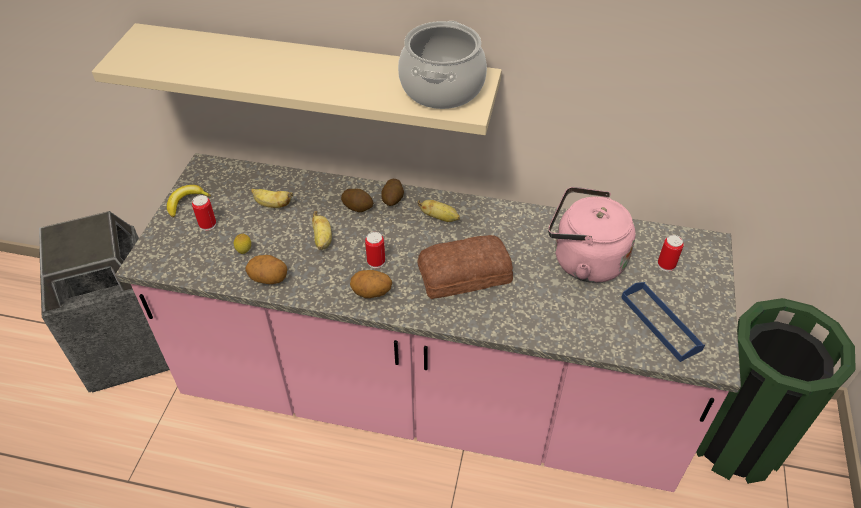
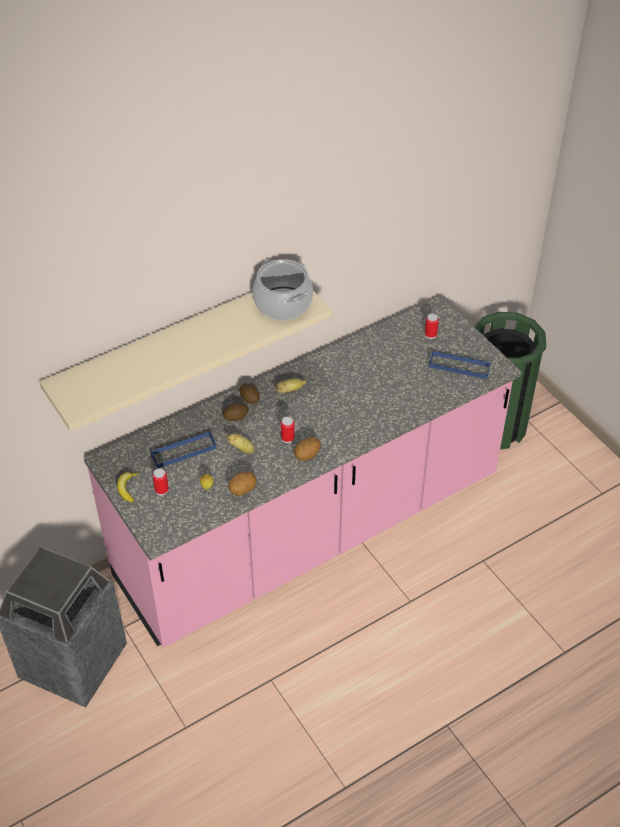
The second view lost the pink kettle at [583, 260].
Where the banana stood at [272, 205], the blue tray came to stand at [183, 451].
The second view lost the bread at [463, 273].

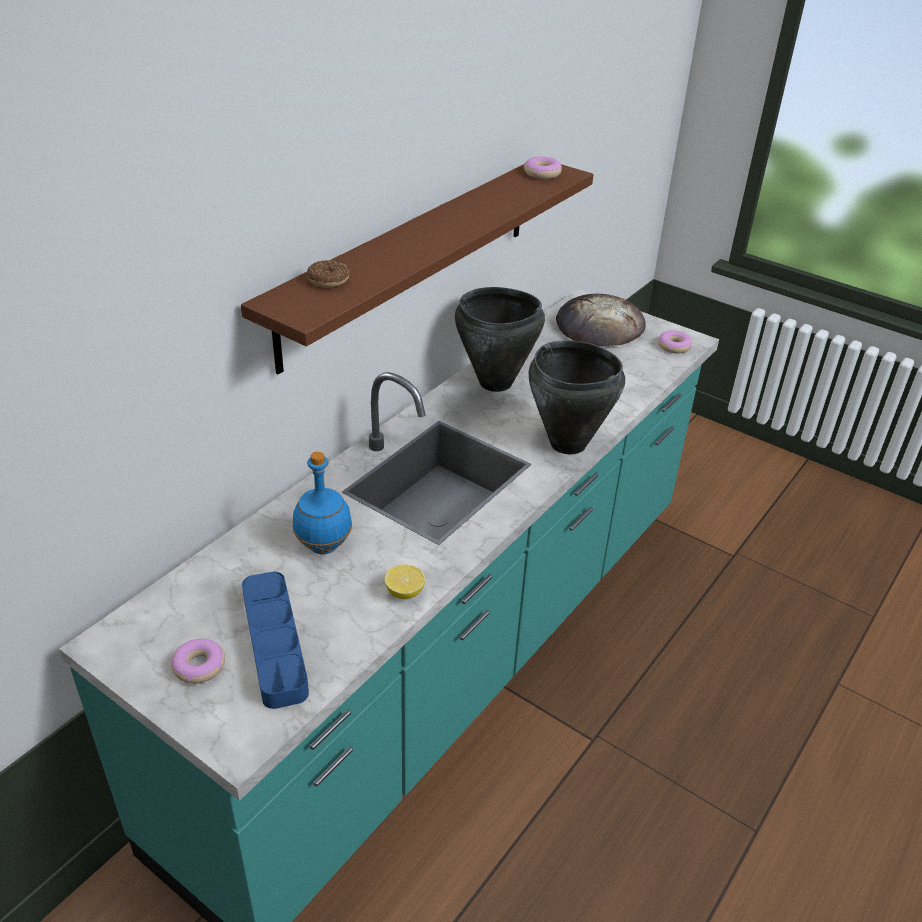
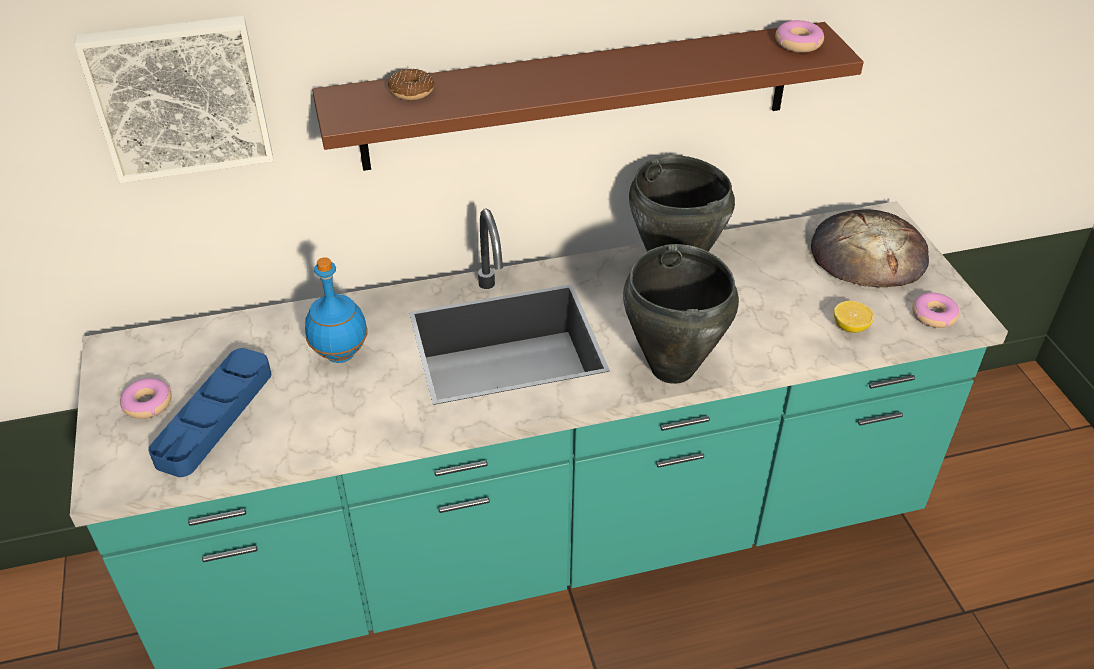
The lemon ended up elsewhere, having gone from [405, 592] to [850, 327].
The second view gained the picture at [179, 96].

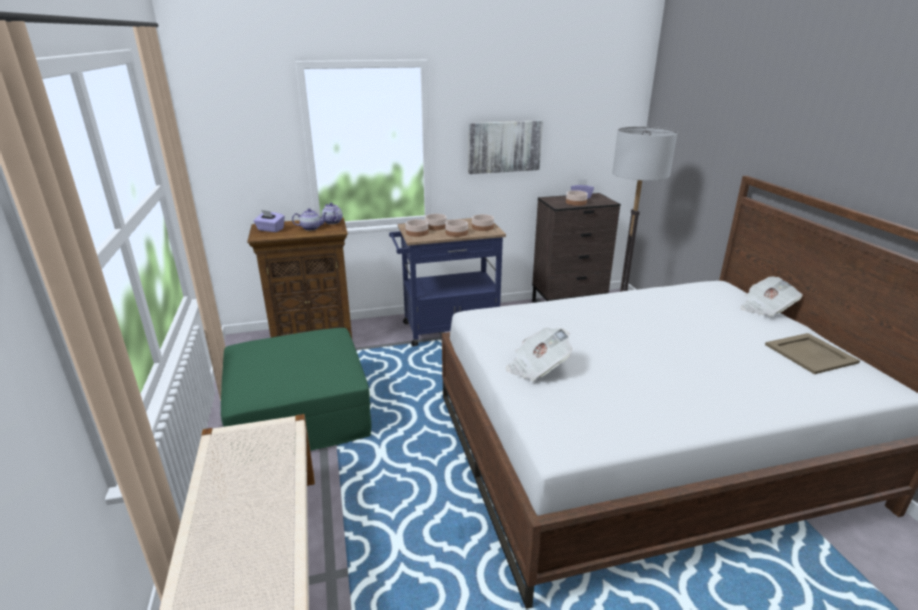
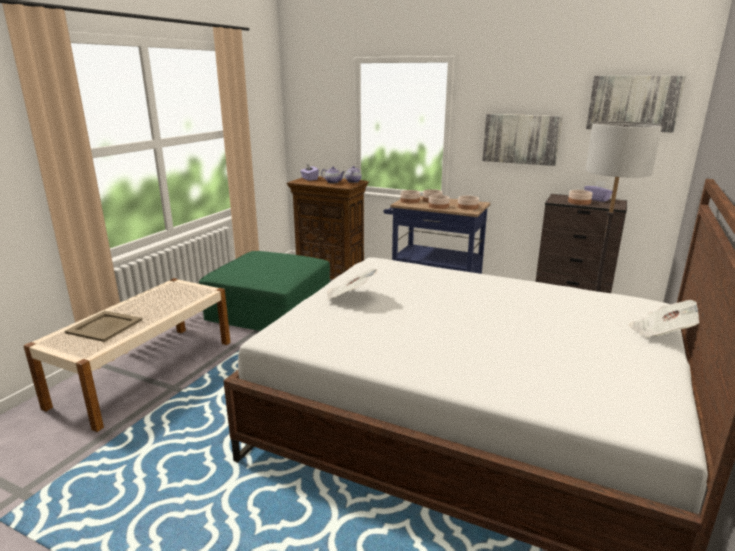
The beige tray ended up elsewhere, having gone from [811, 353] to [104, 326].
The second view gained the picture at [633, 103].

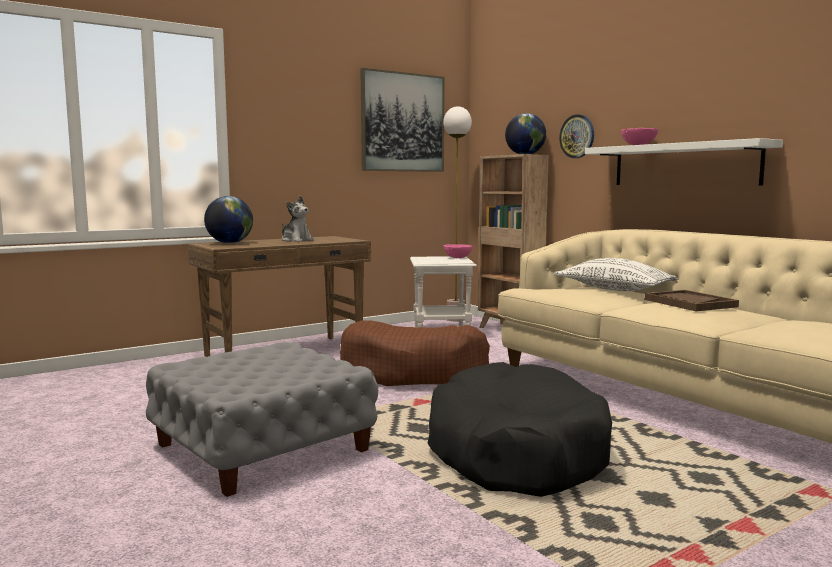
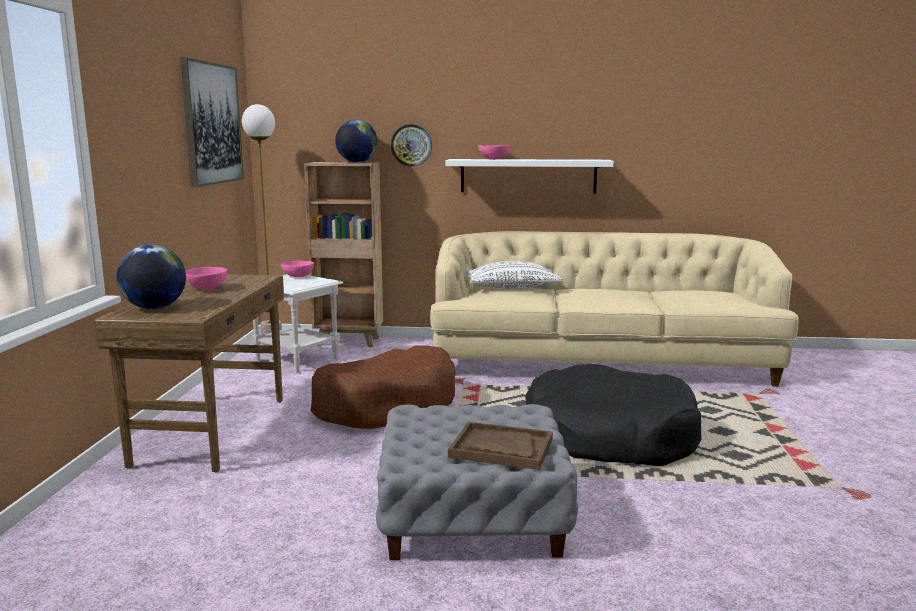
Where the plush toy stood at [296, 240], the pink bowl came to stand at [207, 289].
The brown tray ended up elsewhere, having gone from [689, 303] to [501, 448].

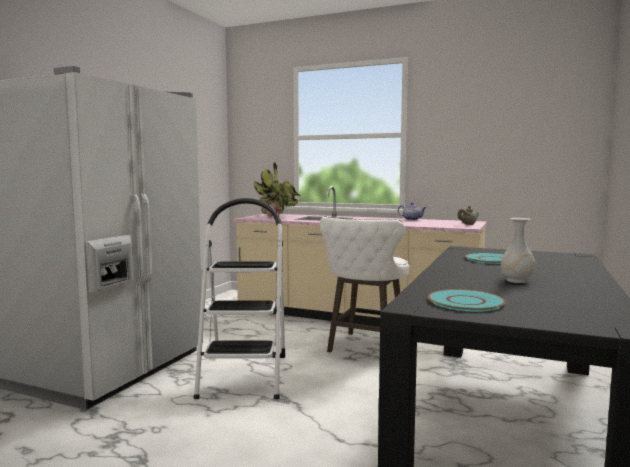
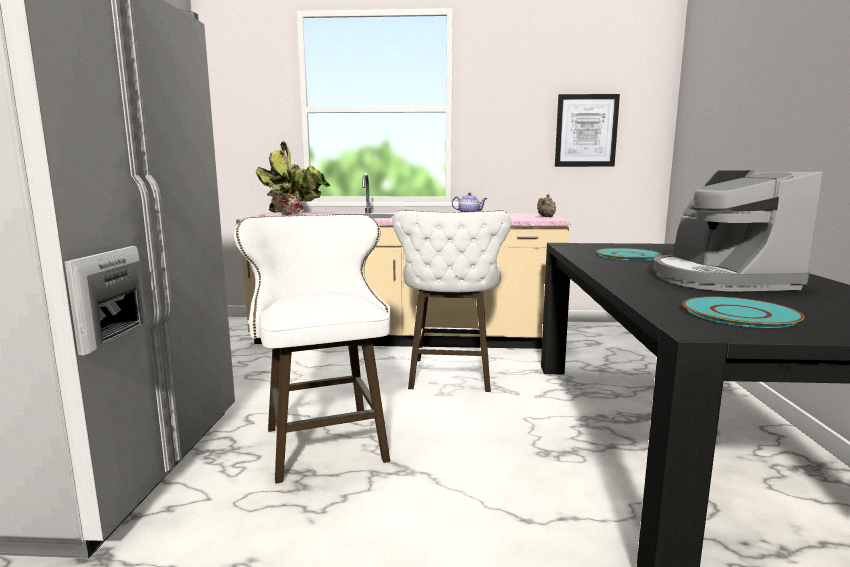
Where the step ladder stood at [246, 375], the white stool came to stand at [324, 441].
Where the white vase stood at [517, 281], the coffee machine came to stand at [718, 279].
The second view gained the picture at [586, 131].

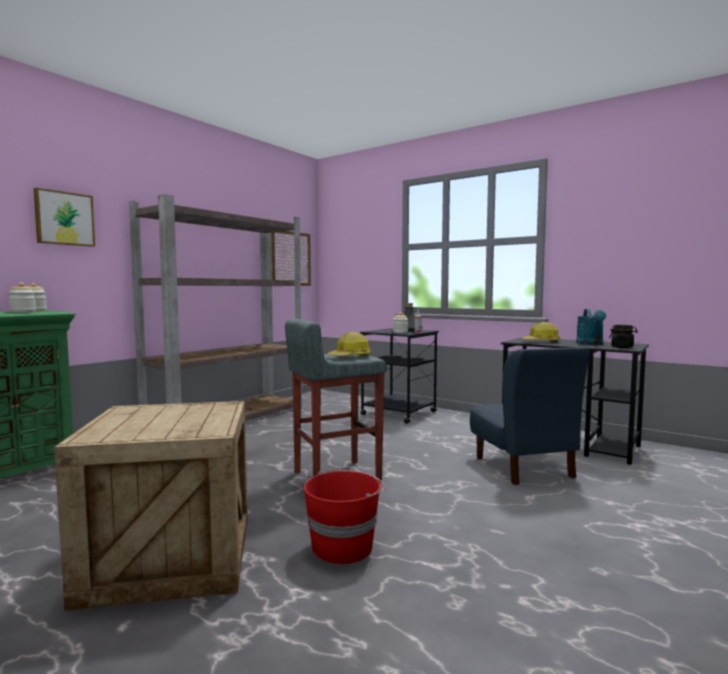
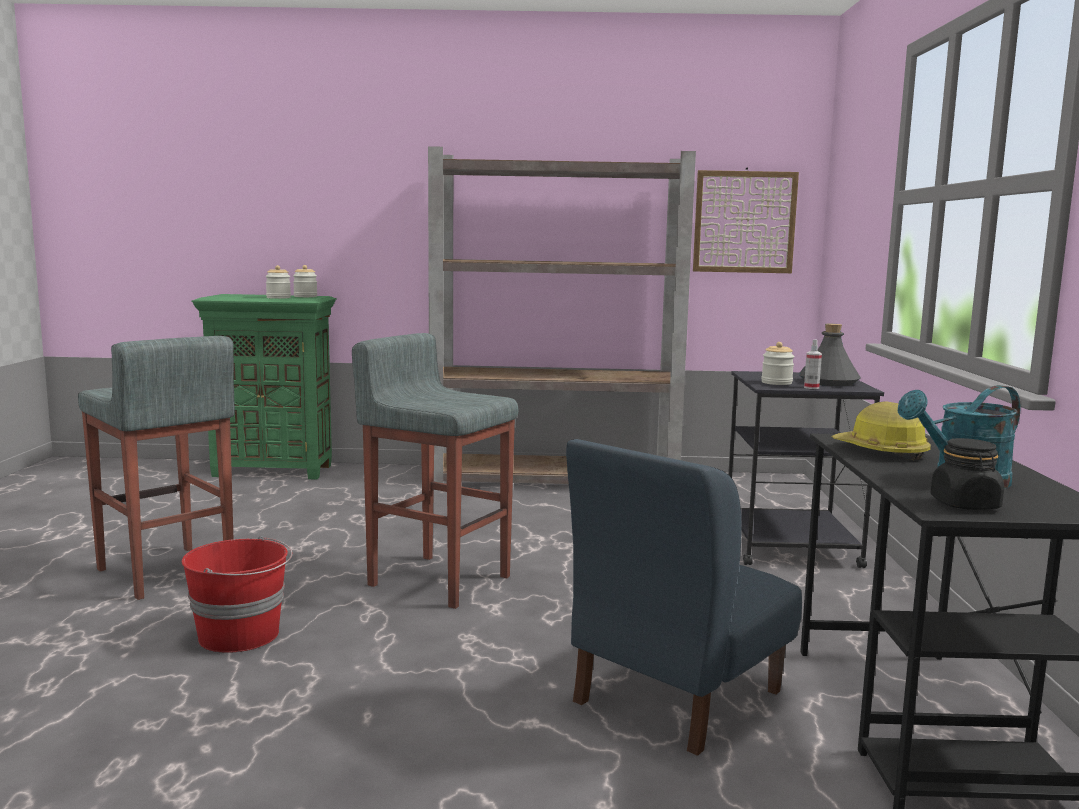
The second view lost the picture at [64, 218].
The second view lost the hard hat at [350, 357].
Where the crate stood at [171, 557], the grey stool came to stand at [164, 573].

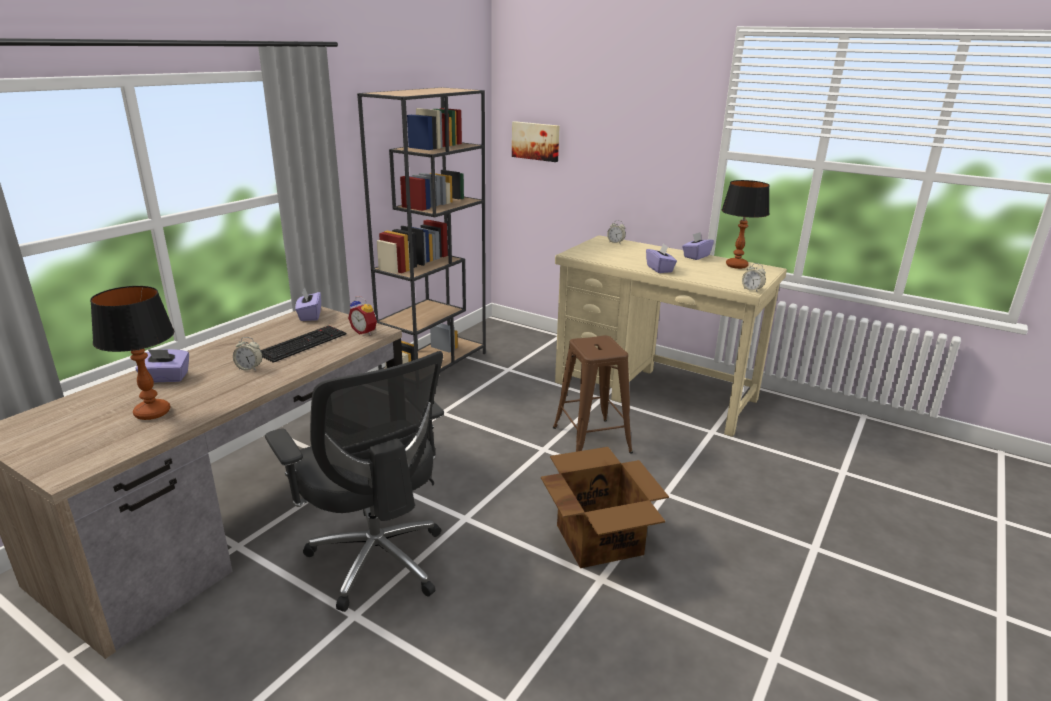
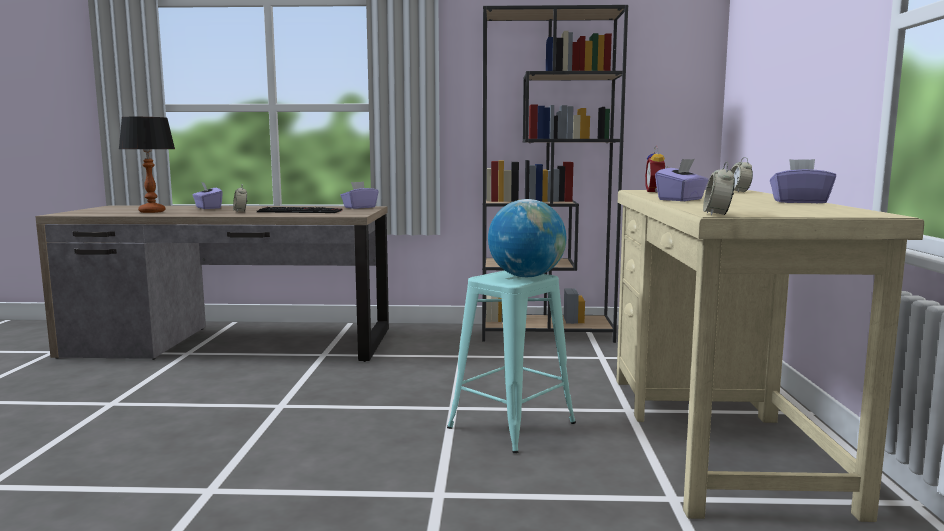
The second view lost the picture at [536, 141].
The second view lost the table lamp at [736, 266].
The alarm clock ended up elsewhere, having gone from [365, 332] to [656, 191].
What was the brown stool at [591, 440] turned into the turquoise stool at [512, 425].
The second view lost the office chair at [375, 557].
The second view lost the cardboard box at [599, 538].
The second view gained the globe at [526, 276].

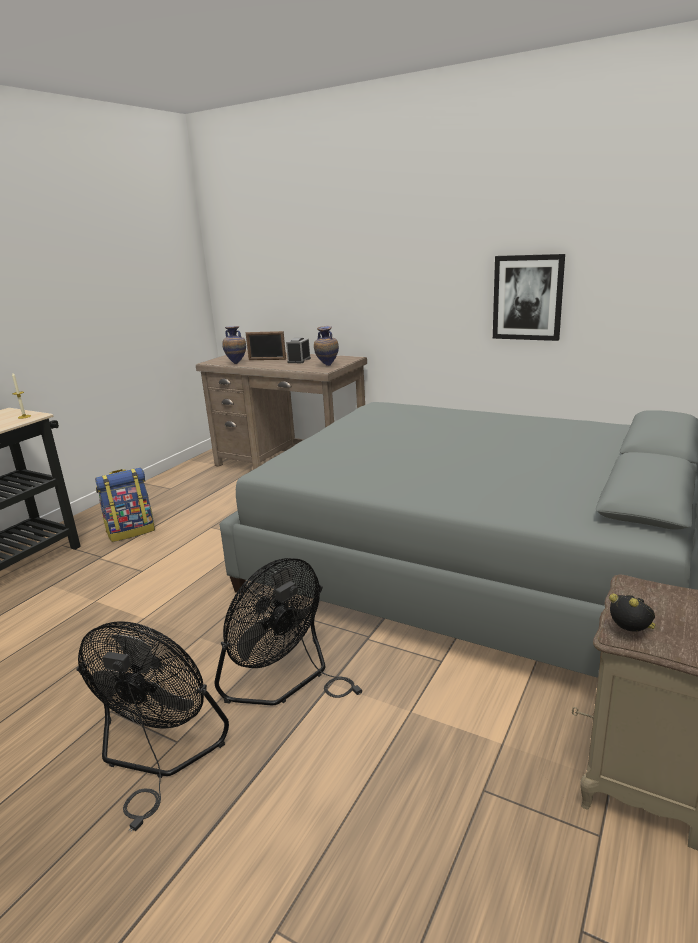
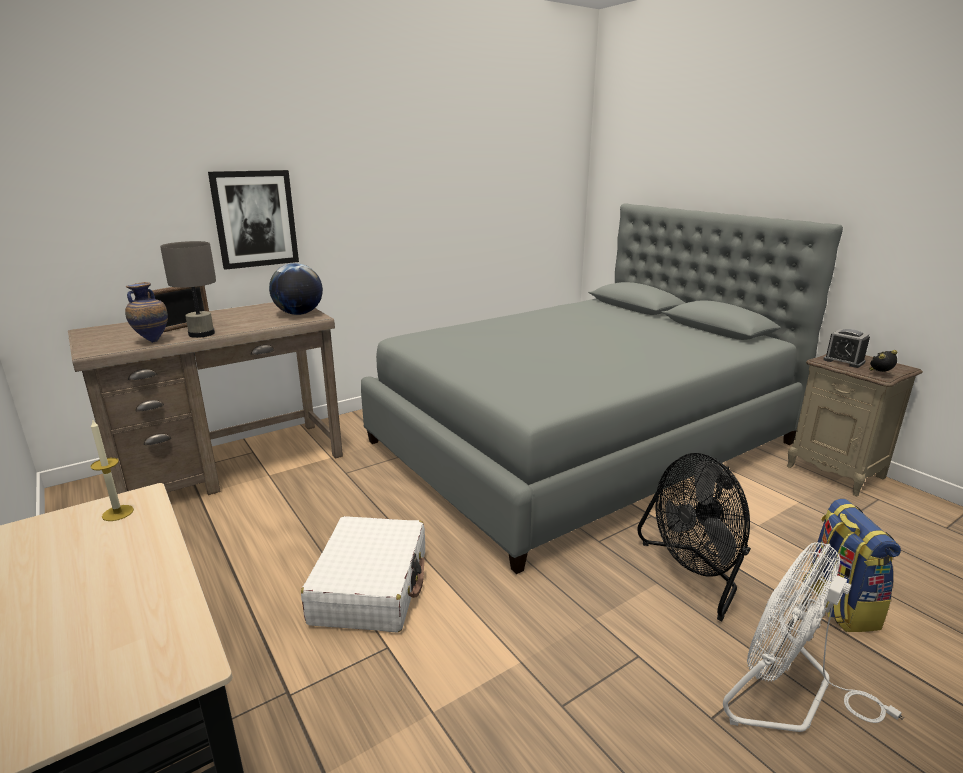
The picture ended up elsewhere, having gone from [527, 297] to [255, 219].
Where the vase stood at [327, 366], the globe came to stand at [299, 313].
The alarm clock ended up elsewhere, having gone from [299, 360] to [843, 361].
The backpack ended up elsewhere, having gone from [131, 531] to [837, 605].
What was the black fan at [152, 755] turned into the white fan at [794, 689].
The second view gained the grey table lamp at [202, 334].
The second view gained the white suitcase at [371, 587].

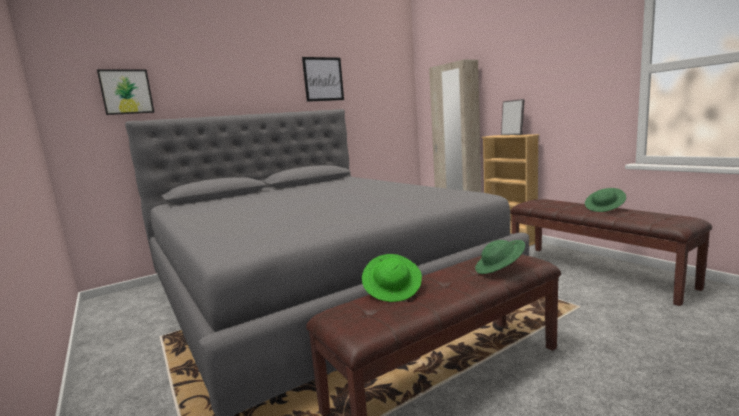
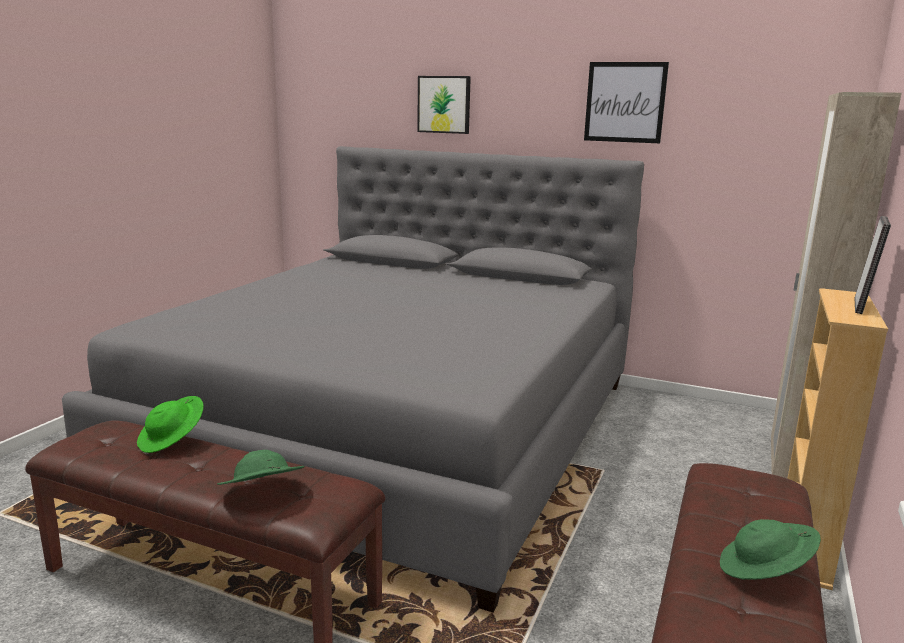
The picture ended up elsewhere, having gone from [126, 92] to [444, 104].

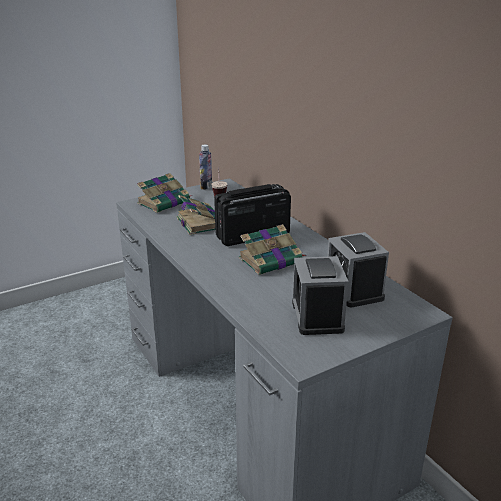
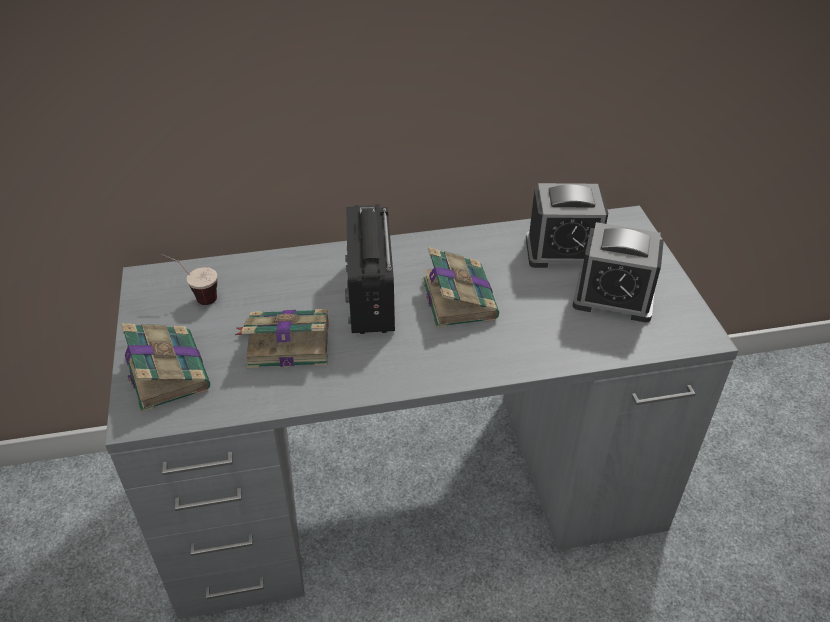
The second view lost the bottle at [206, 187].

